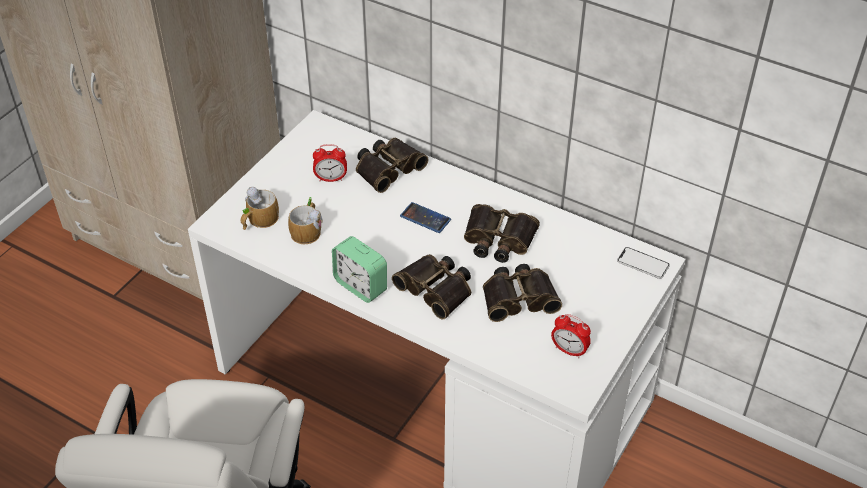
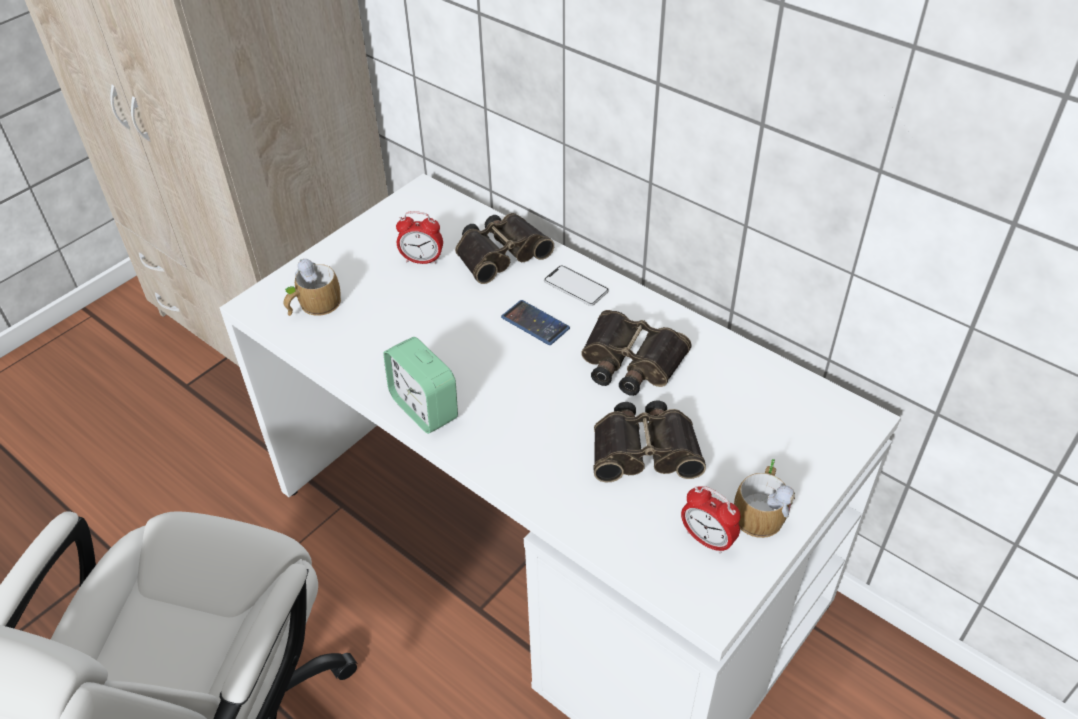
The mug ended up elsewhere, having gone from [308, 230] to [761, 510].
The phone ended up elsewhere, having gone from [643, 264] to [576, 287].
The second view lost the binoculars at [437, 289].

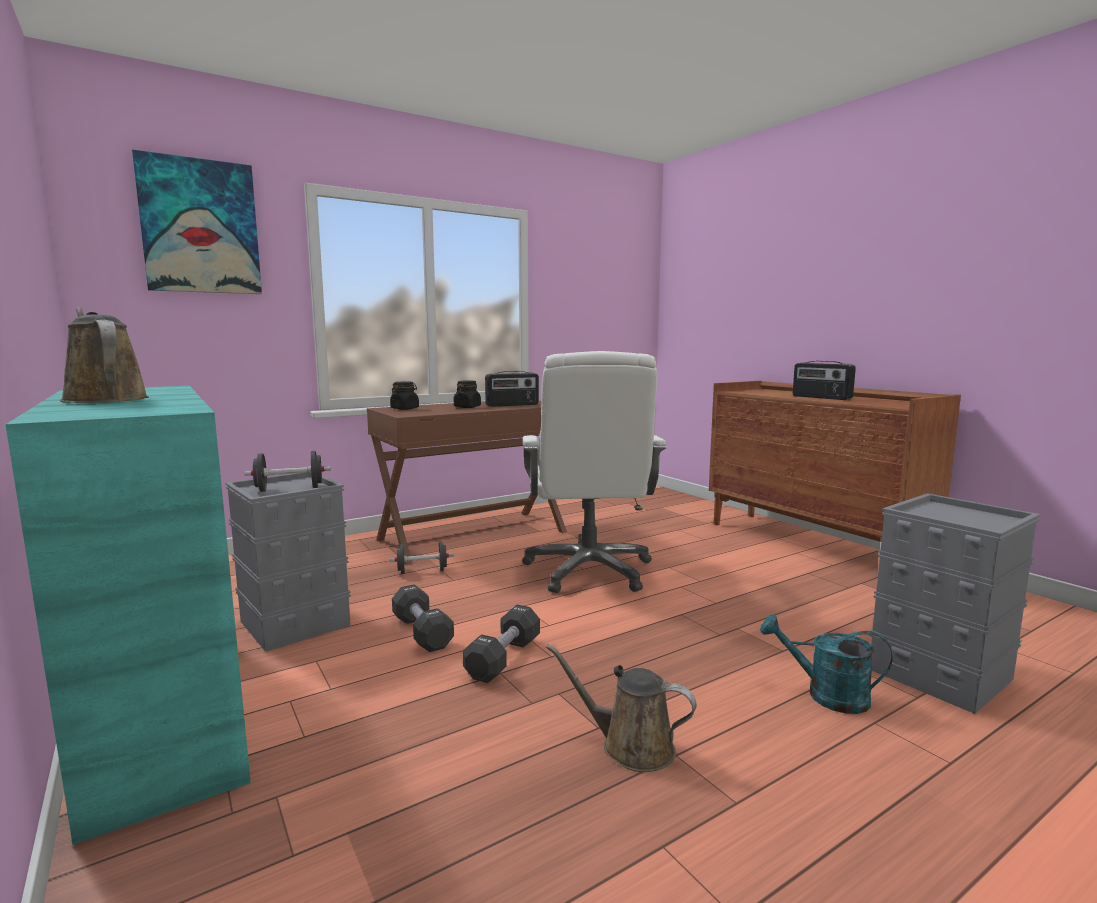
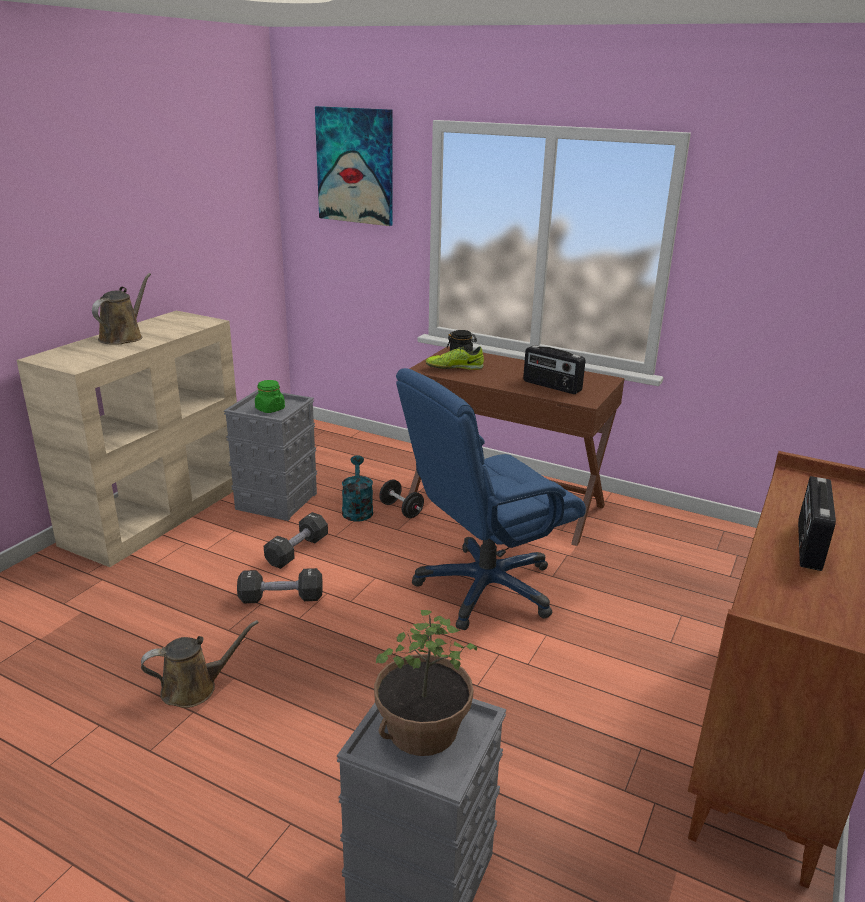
What was the white office chair at [589, 570] turned into the blue office chair at [485, 588].
The second view lost the black jar at [467, 407].
What was the turquoise bookcase at [159, 713] turned into the beige bookcase at [156, 513].
Where the black dumbbell stood at [289, 489], the green jar came to stand at [270, 409].
The turquoise watering can ended up elsewhere, having gone from [826, 695] to [357, 509].
The brown watering can at [630, 746] ended up facing another way, 75 degrees clockwise from before.
The second view gained the shoe at [454, 368].
The second view gained the potted plant at [422, 729].

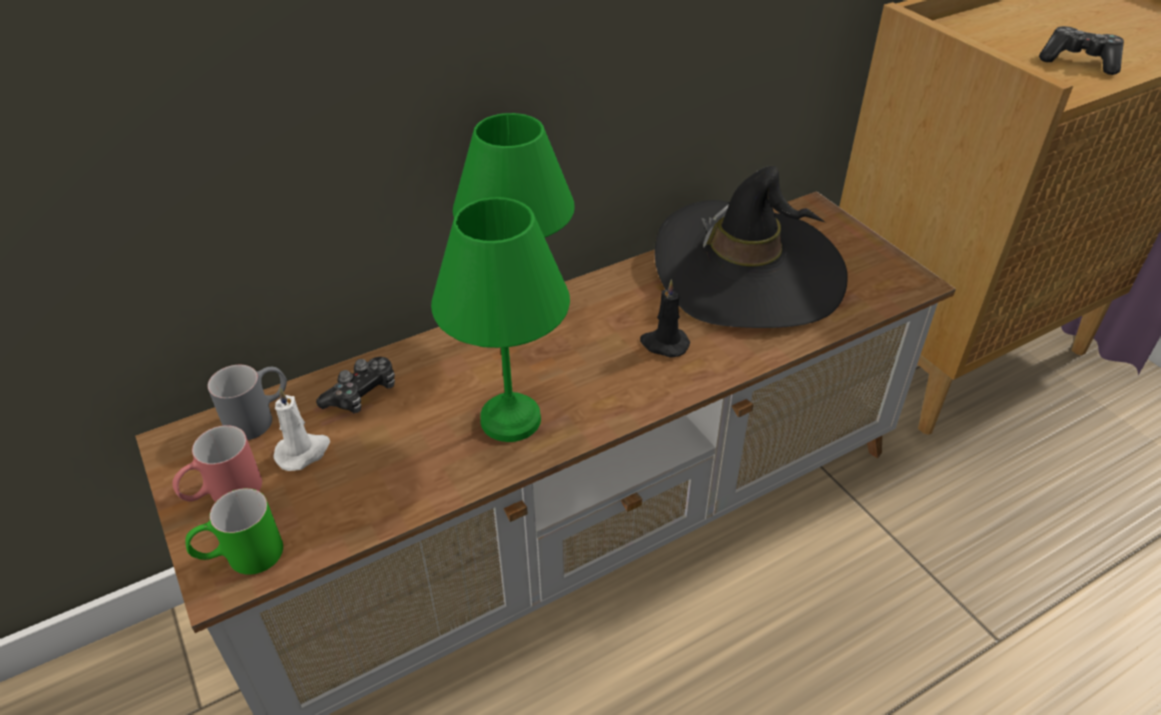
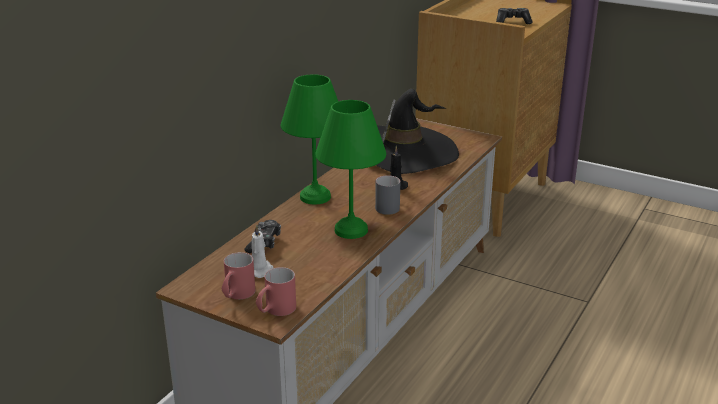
The grey mug ended up elsewhere, having gone from [260, 417] to [389, 206].
What was the green mug at [241, 557] turned into the red mug at [275, 311].

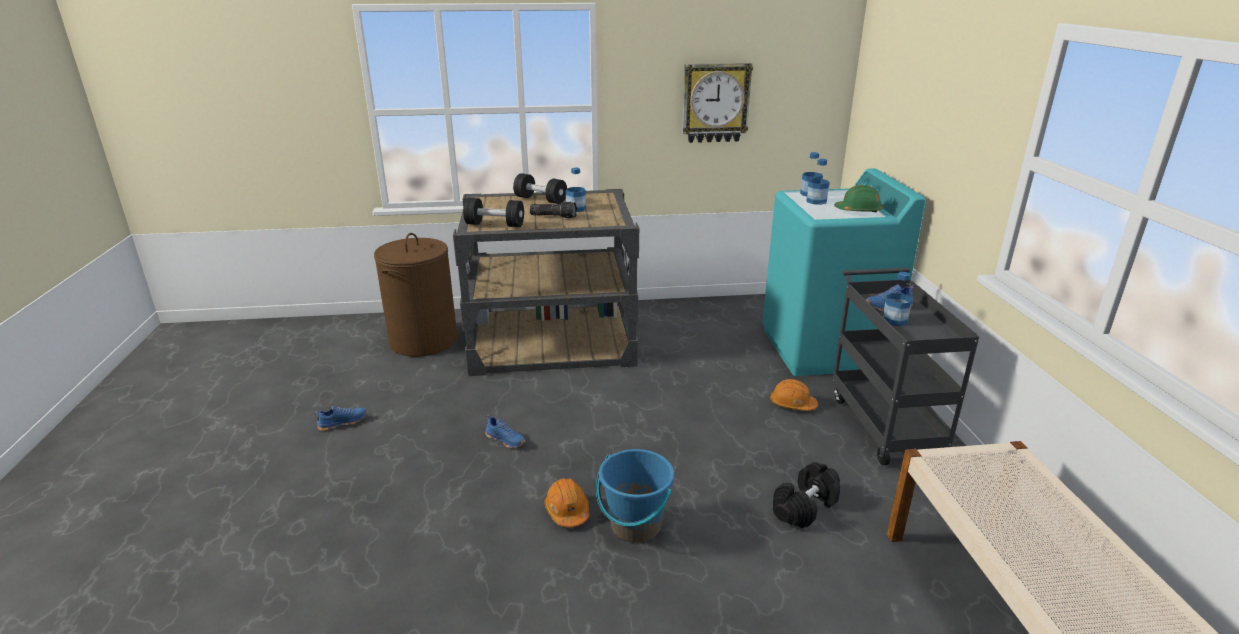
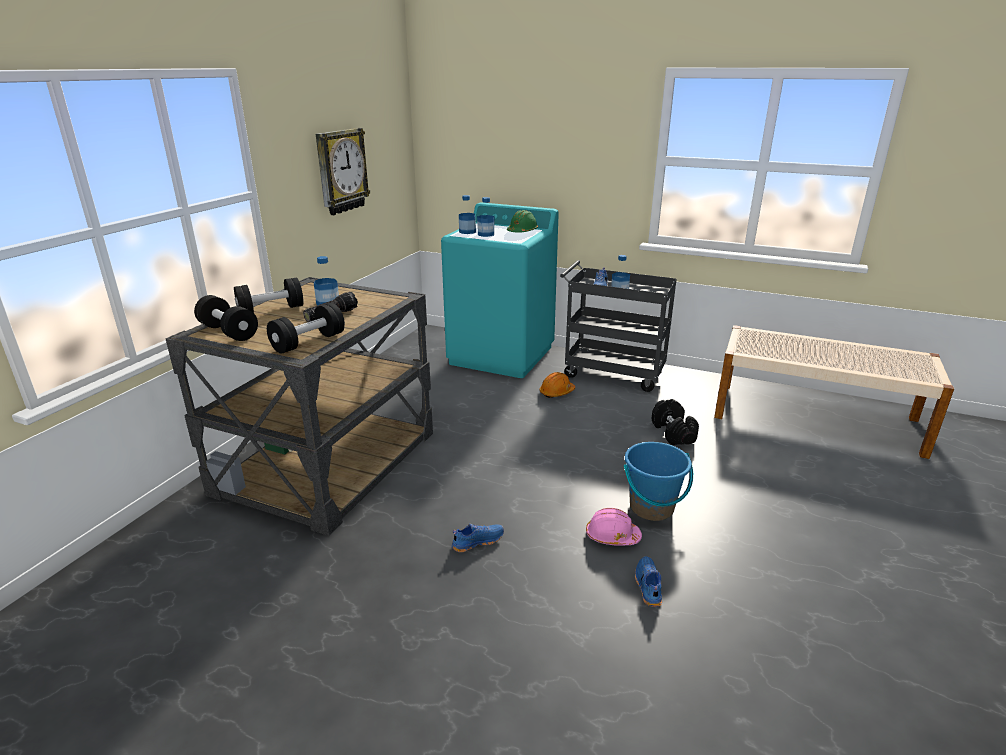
The second view lost the brown laundry basket at [423, 341].
The blue shoe ended up elsewhere, having gone from [342, 422] to [647, 586].
What was the orange hard hat at [567, 511] turned into the pink hard hat at [612, 536].
The second view gained the black dumbbell at [228, 332].

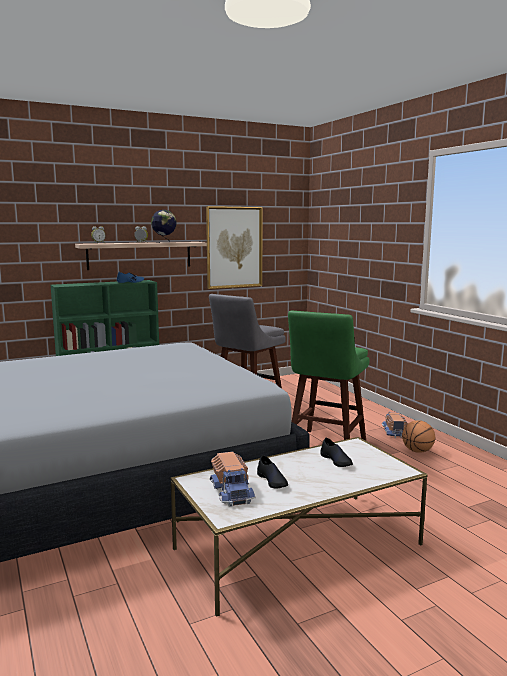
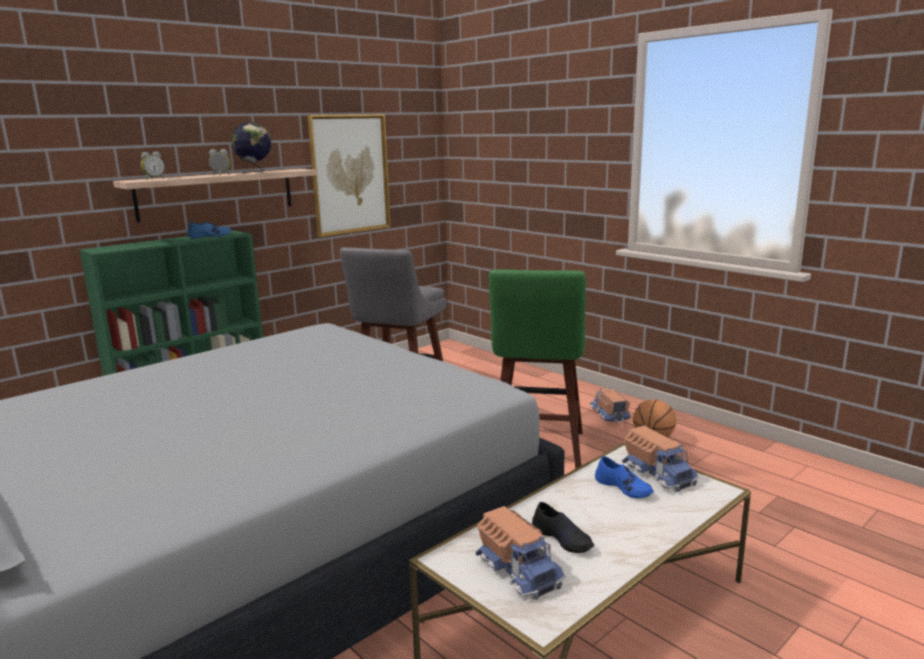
What was the black shoe at [336, 460] turned into the blue shoe at [624, 487].
The second view gained the toy truck at [659, 473].

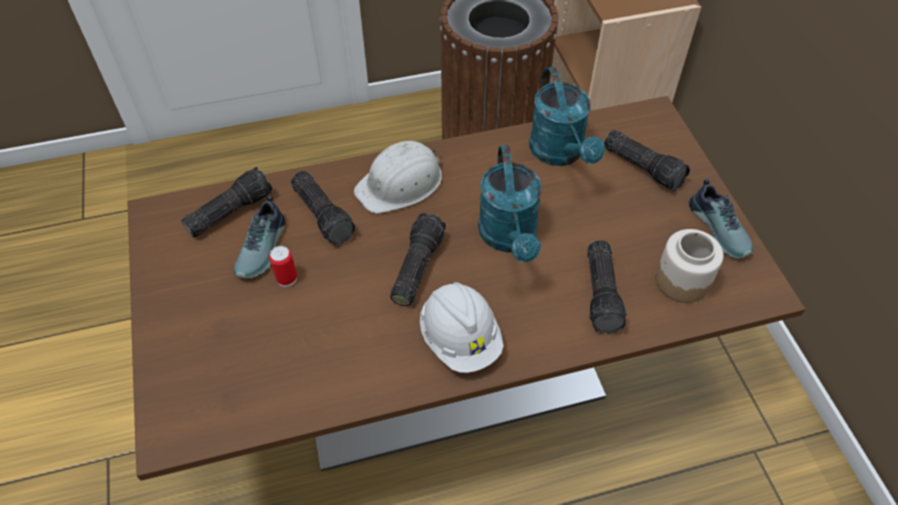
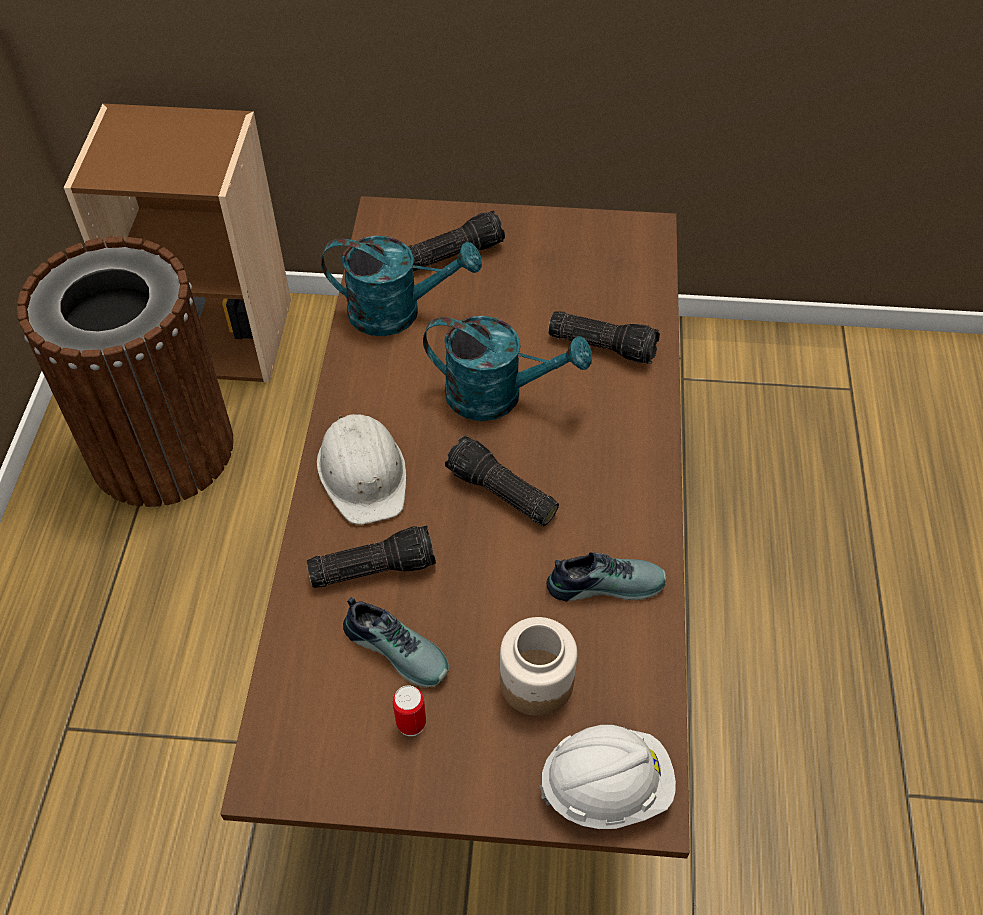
The second view lost the flashlight at [229, 211].
The shoe ended up elsewhere, having gone from [721, 228] to [605, 582].
The jar ended up elsewhere, having gone from [682, 280] to [535, 682].
The can ended up elsewhere, having gone from [286, 278] to [411, 723].
The white hard hat ended up elsewhere, having gone from [460, 339] to [606, 787].

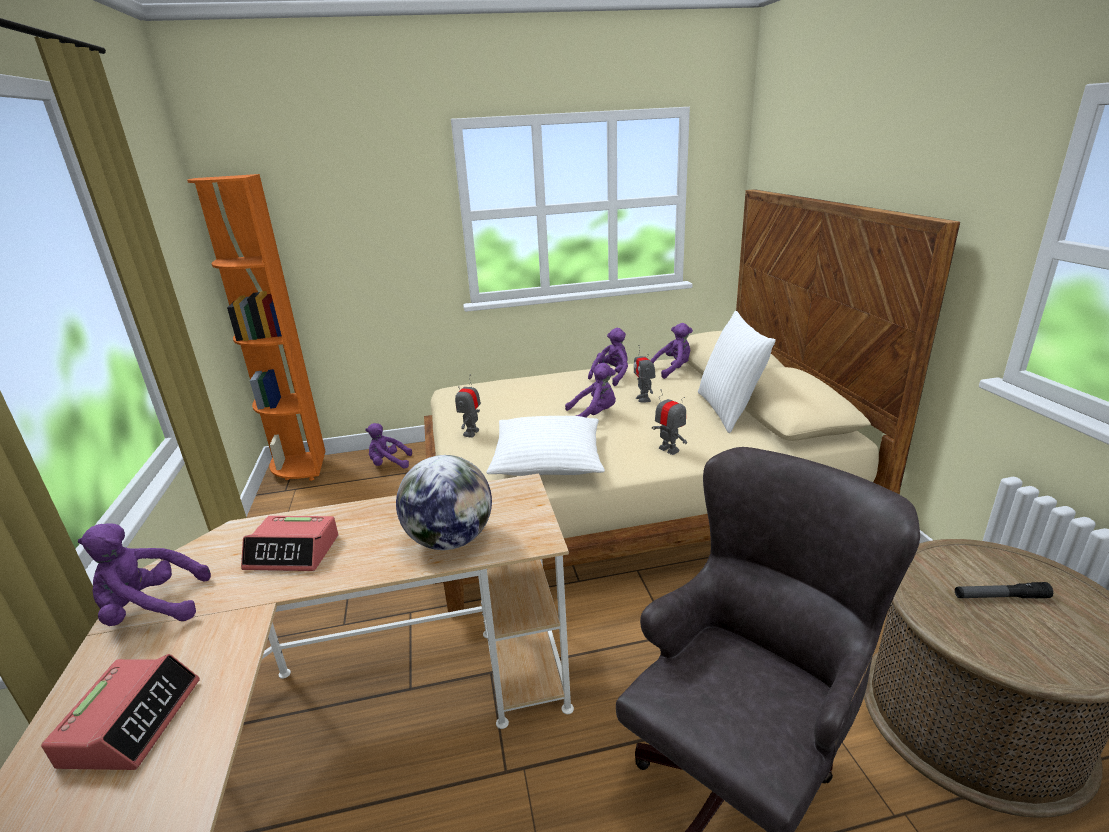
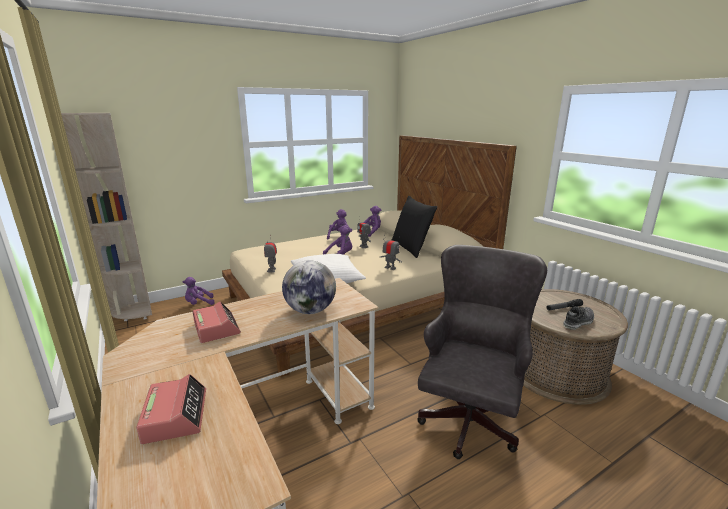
What was the orange bookcase at [299, 472] turned into the beige bookcase at [133, 315].
What was the white pillow at [729, 410] turned into the black pillow at [411, 248].
The alarm clock at [293, 552] ended up facing another way, 105 degrees counterclockwise from before.
The second view lost the purple plush toy at [151, 609].
The second view gained the shoe at [578, 322].

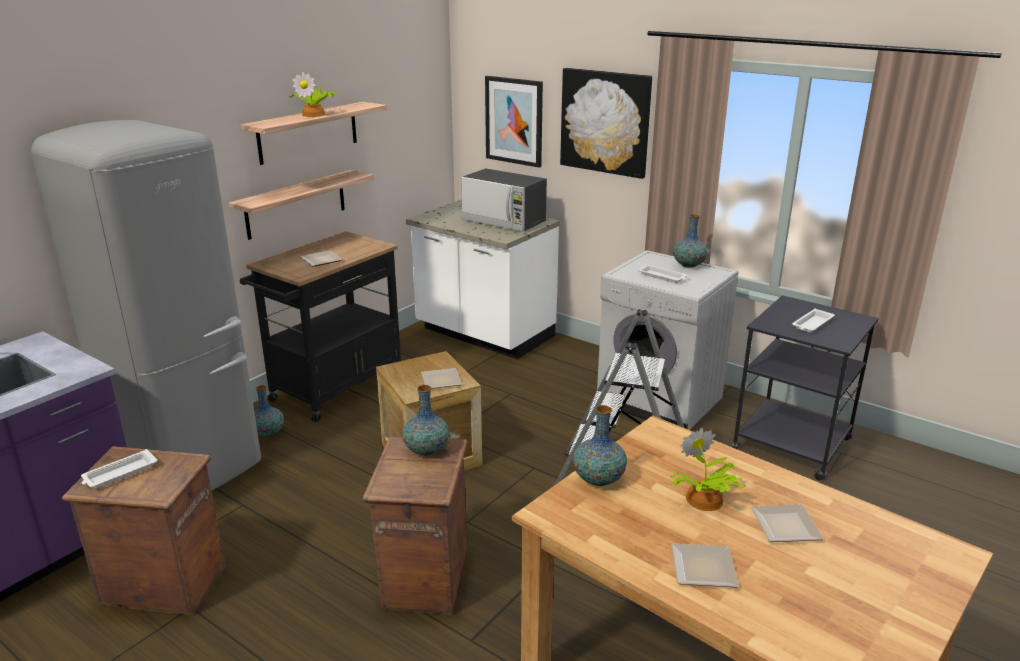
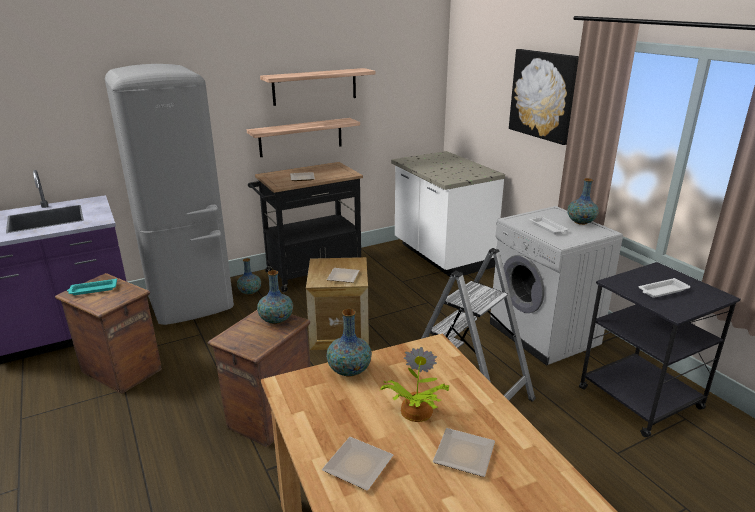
The second view lost the potted plant at [315, 114].
The second view lost the picture at [514, 121].
The second view lost the microwave at [504, 221].
What was the white tray at [119, 473] turned into the turquoise tray at [92, 290].

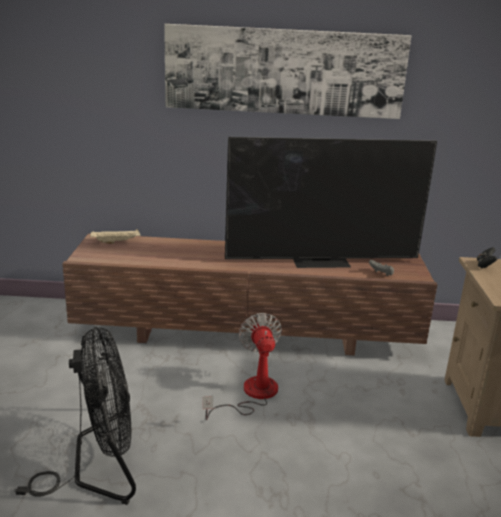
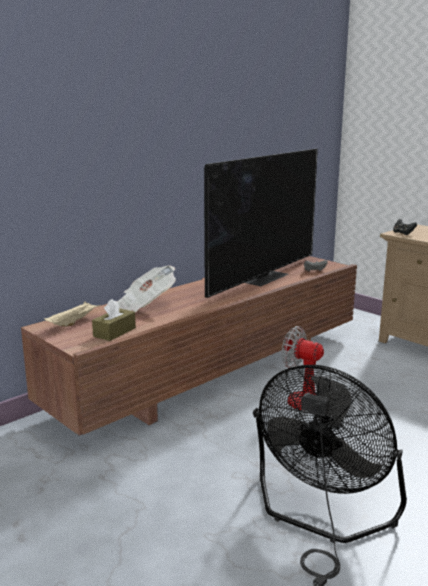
The second view lost the picture at [284, 71].
The second view gained the newspaper at [144, 305].
The second view gained the brown tissue box at [114, 332].

